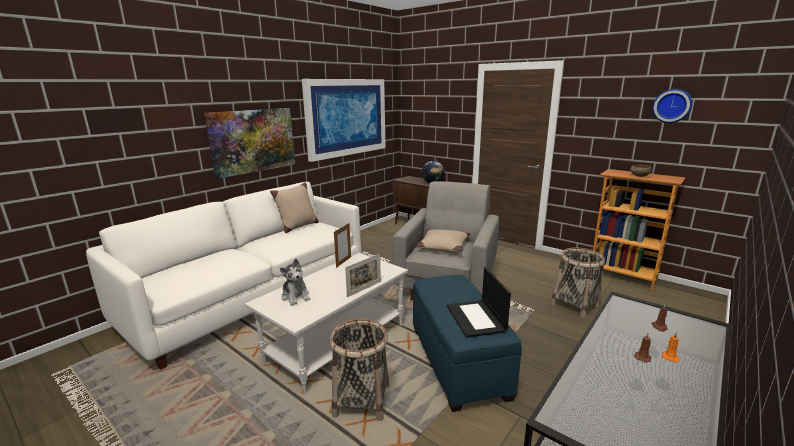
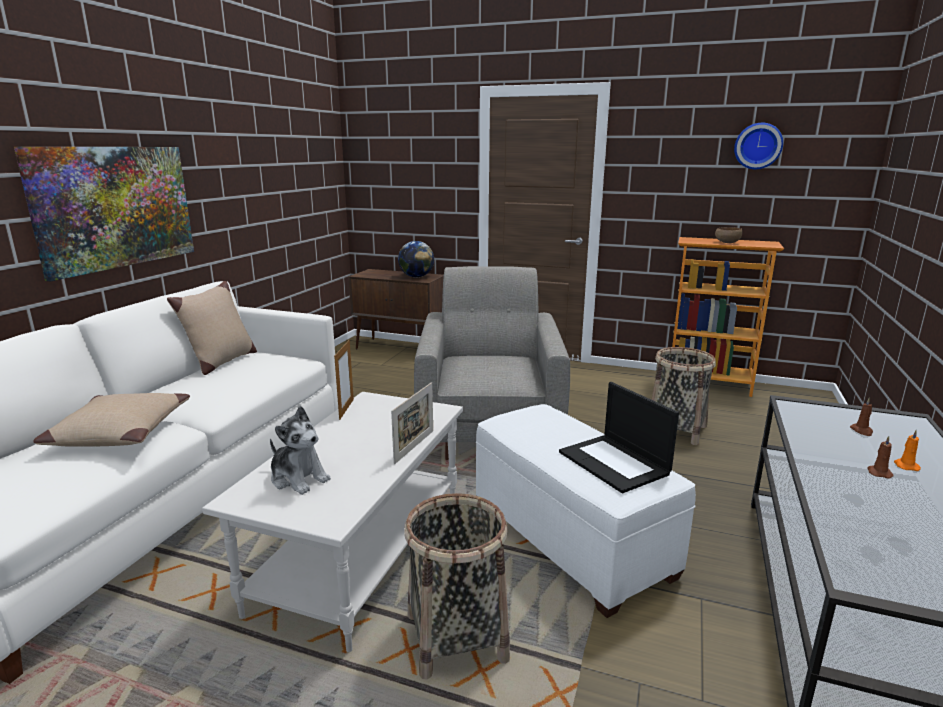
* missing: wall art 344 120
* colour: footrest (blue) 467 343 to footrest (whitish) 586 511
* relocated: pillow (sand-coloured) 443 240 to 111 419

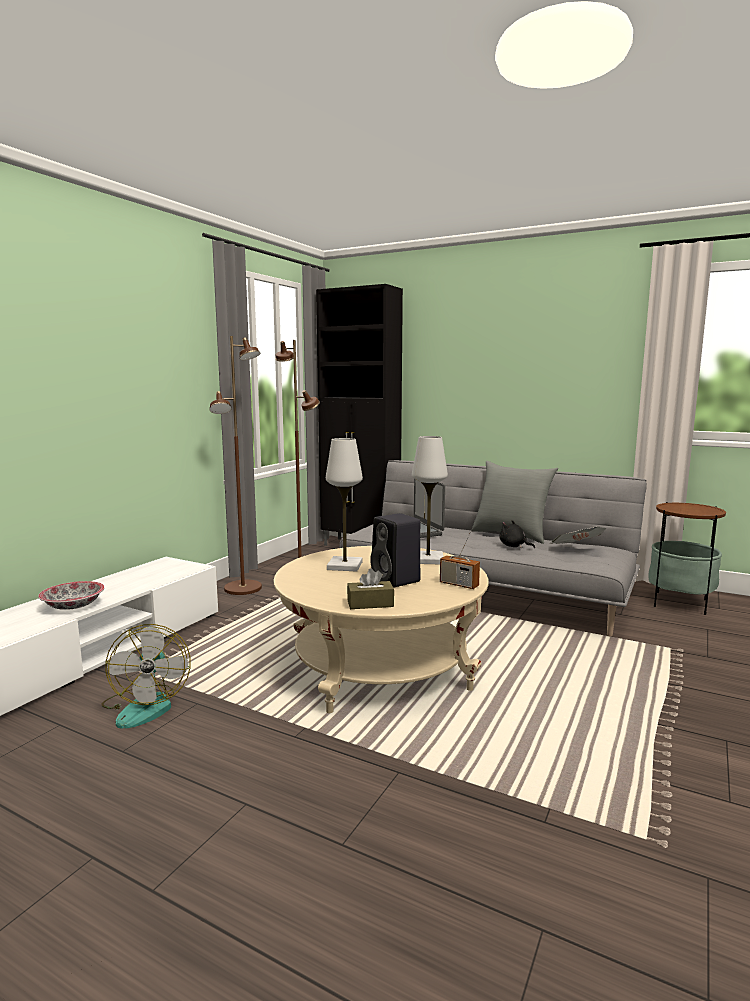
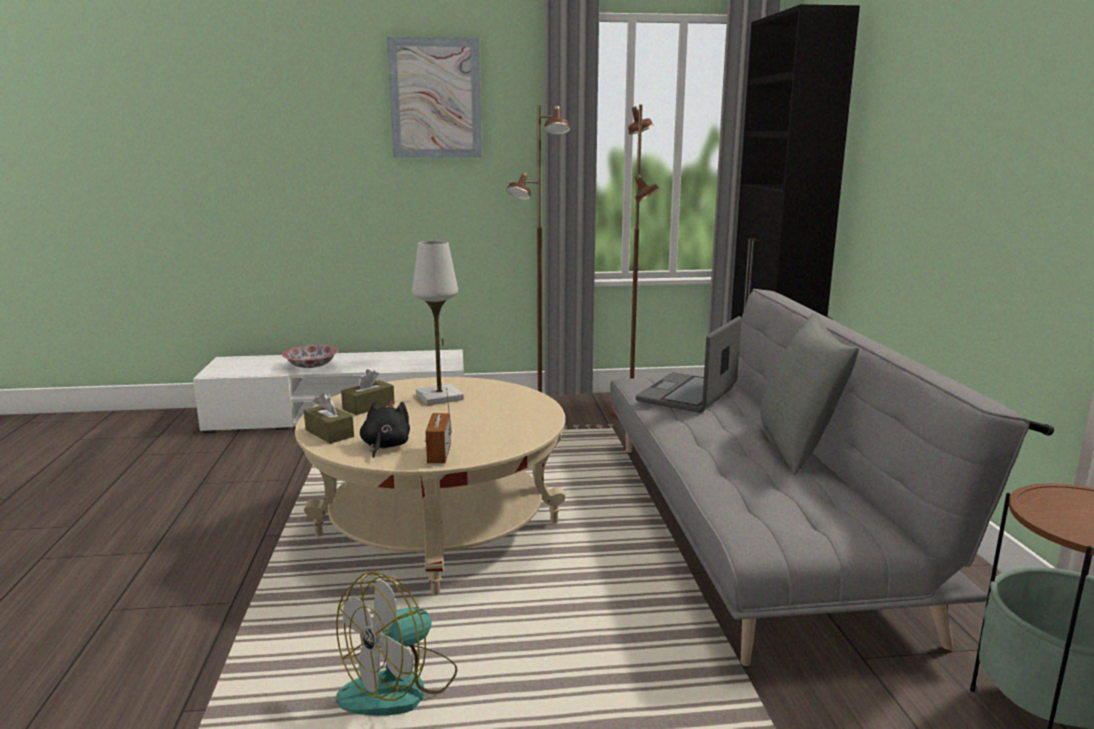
* relocated: electric fan 146 676 to 396 644
* missing: loudspeaker (black) 395 550
* missing: lamp for a table (whitish) 430 500
* relocated: cuddly toy (black) 517 534 to 385 429
* missing: printed paper 578 535
* appeared: tissue holder (brown) 368 392
* appeared: wall art 434 97

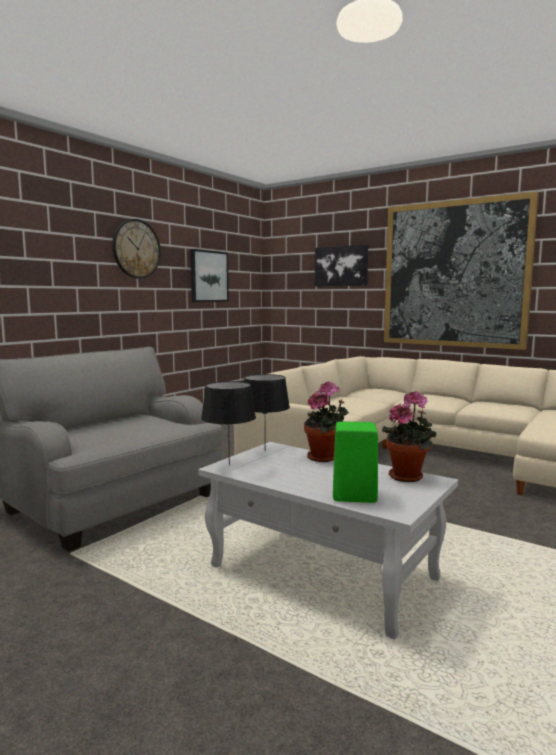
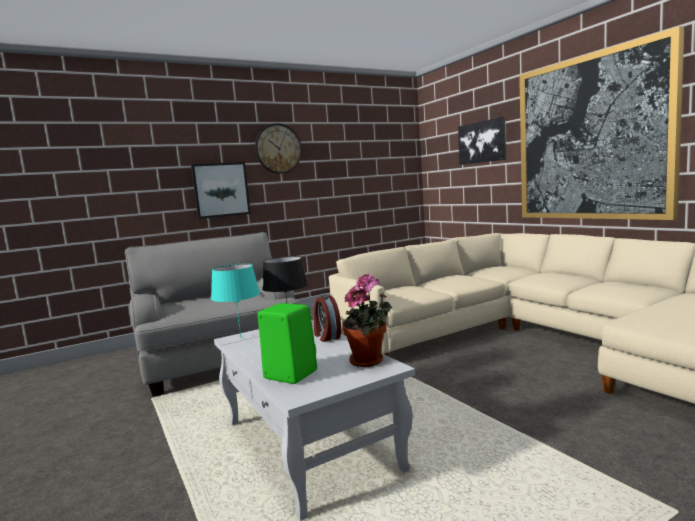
* relocated: wall art 209 275 to 221 190
* colour: lamp for a table (black) 228 423 to lamp for a table (turquoise-coloured) 235 301
* exchanged: potted plant 326 422 to table clock 327 318

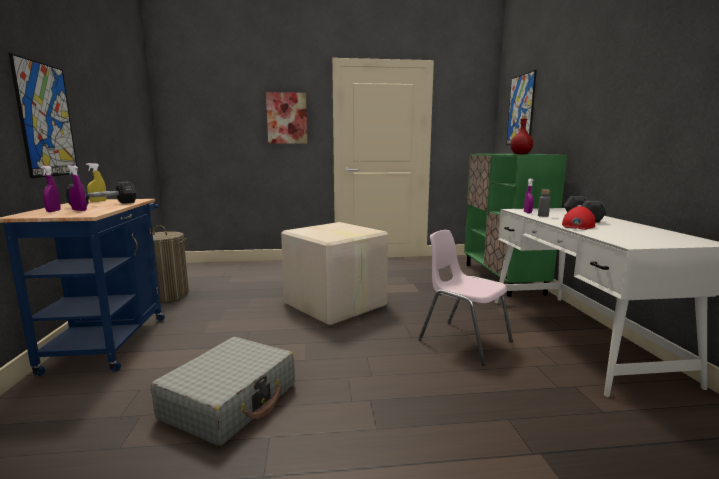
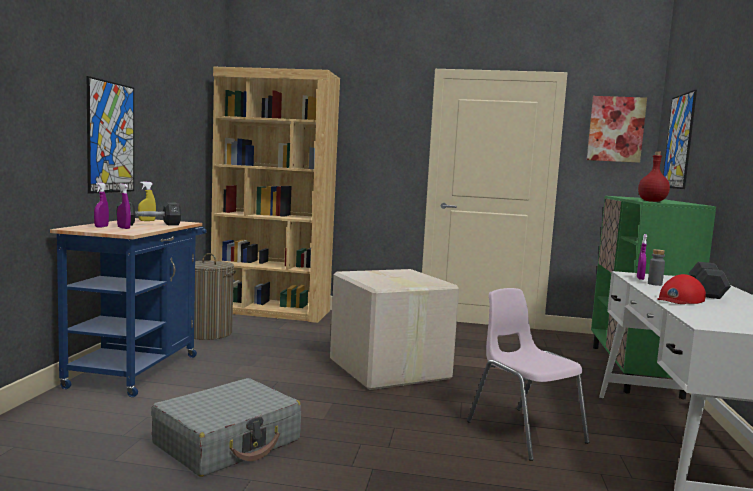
* relocated: wall art 286 118 to 617 129
* appeared: bookcase (brown) 275 195

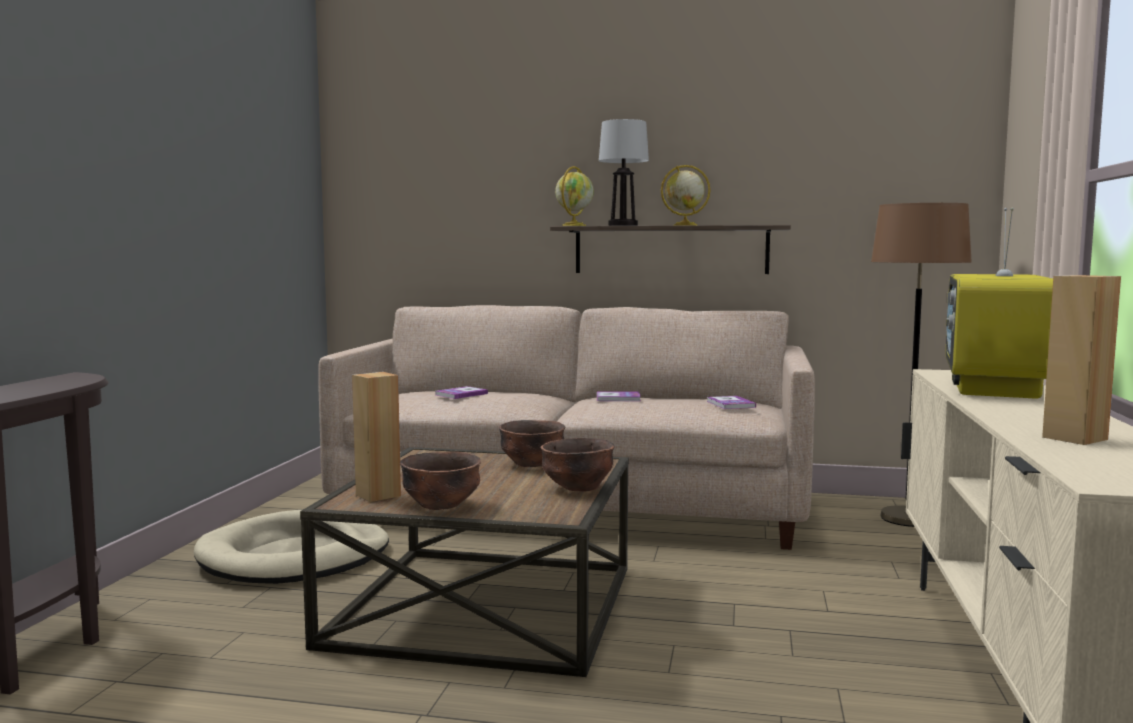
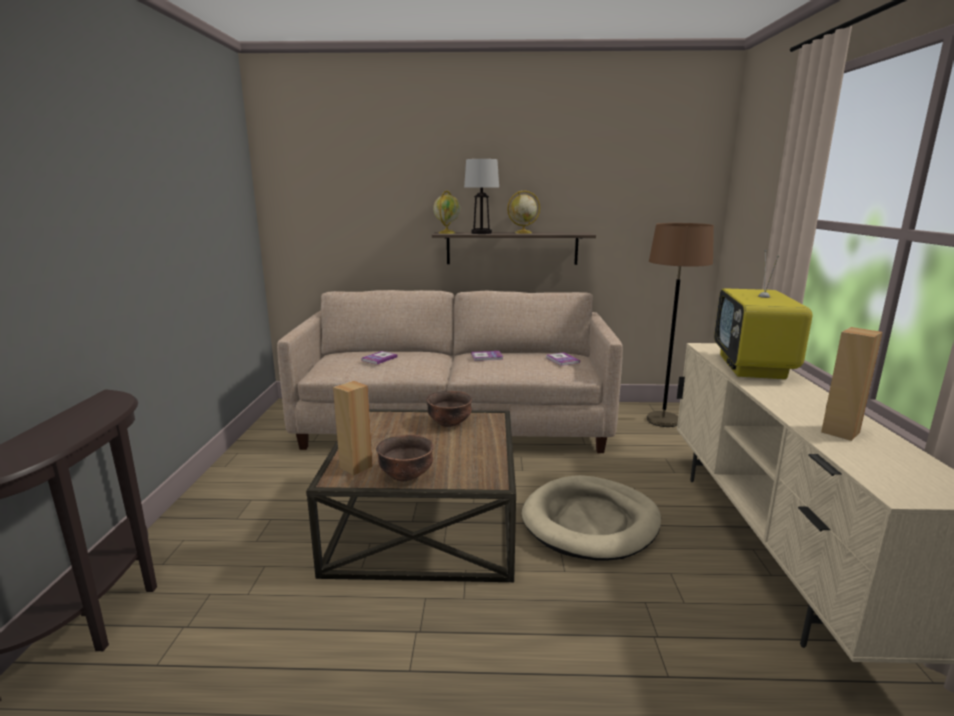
* relocated: dog bed (sand-coloured) 291 547 to 591 517
* missing: deep dish (brown) 578 464

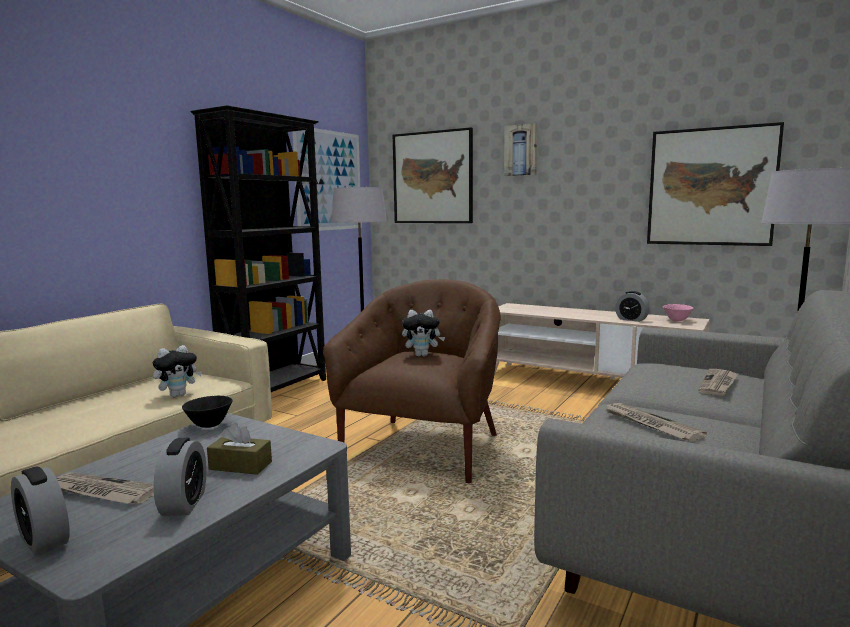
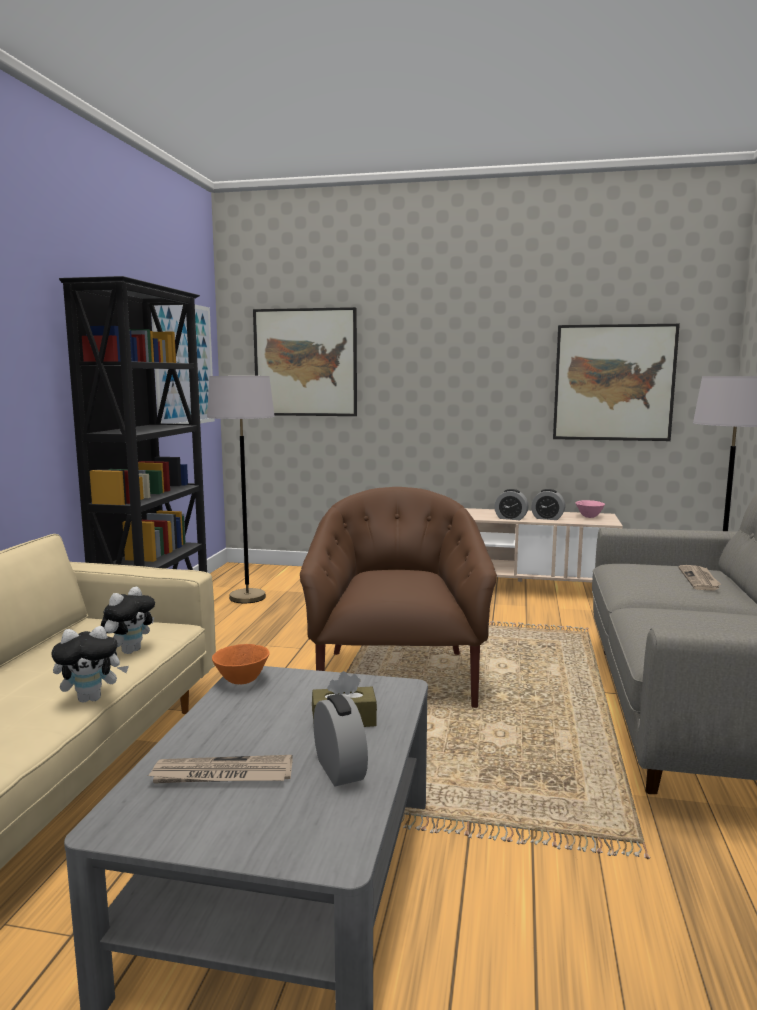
* relocated: table clock 40 511 to 511 504
* colour: deep dish (black) 207 412 to deep dish (orangey) 241 664
* relocated: cuddly toy 423 333 to 90 664
* missing: wall art 521 149
* missing: printed paper 655 422

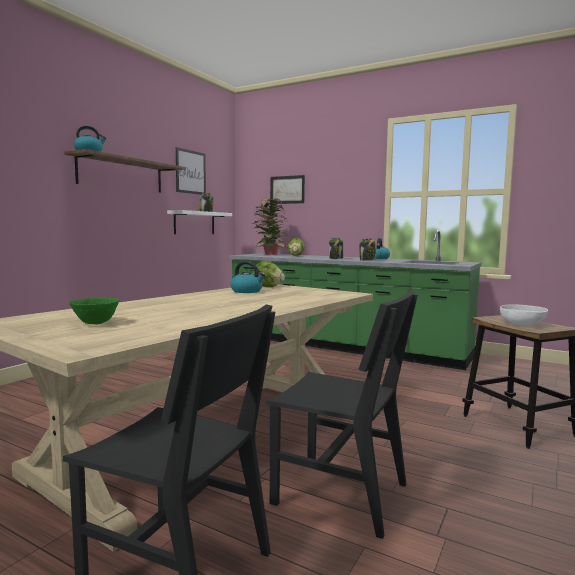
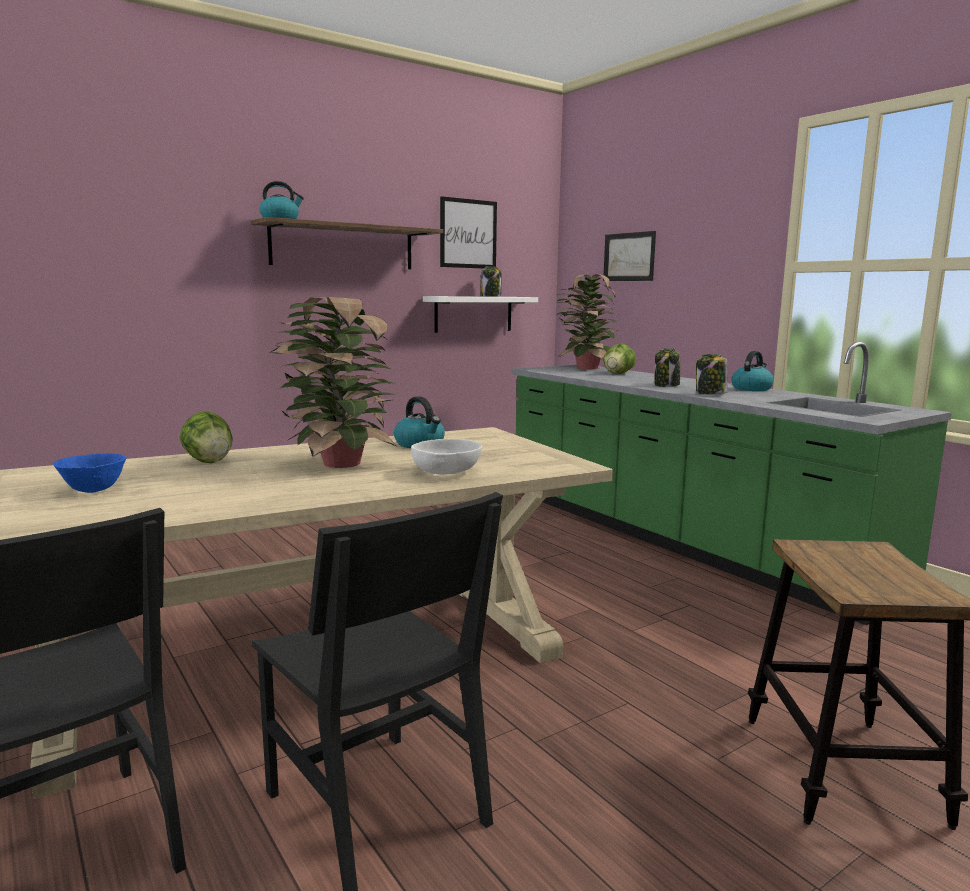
* colour: deep dish (greenish) 94 310 to deep dish (blue) 89 473
* relocated: lettuce head 269 274 to 206 437
* relocated: deep dish (whitish) 524 315 to 446 457
* appeared: potted plant 332 382

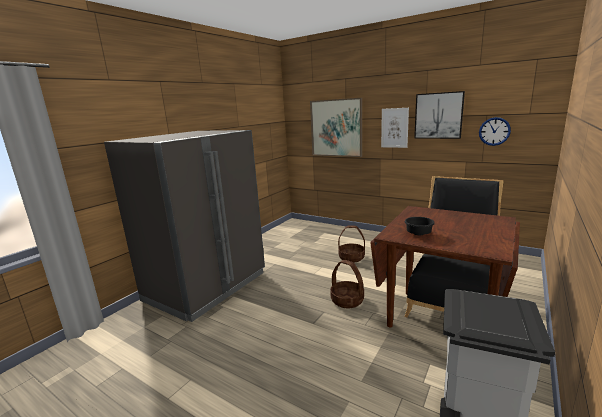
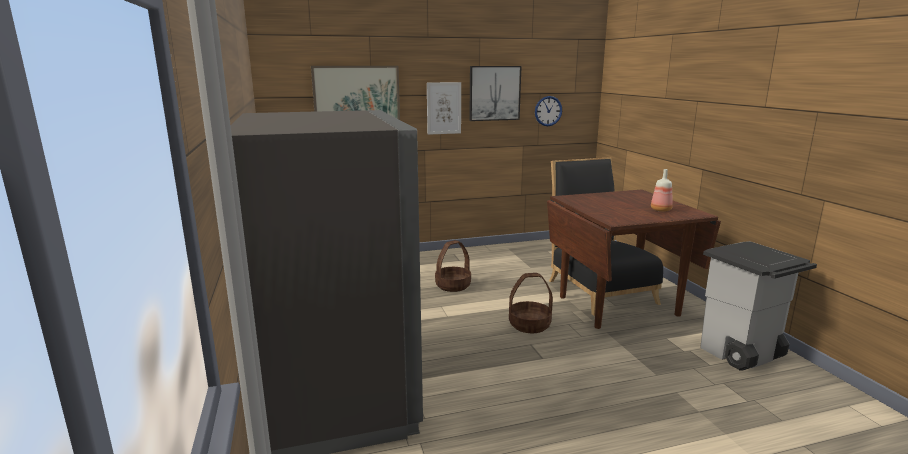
* missing: deep dish (black) 420 226
* appeared: beverage bottle 662 190

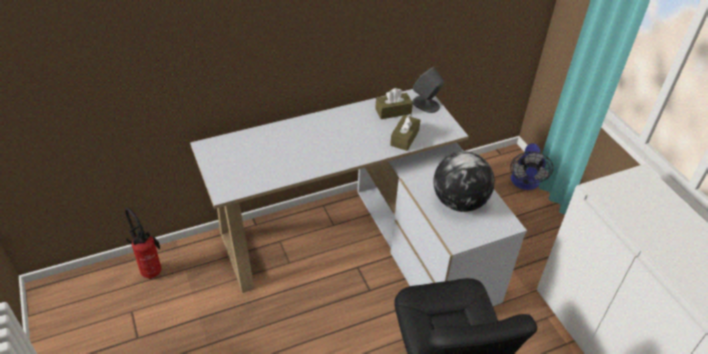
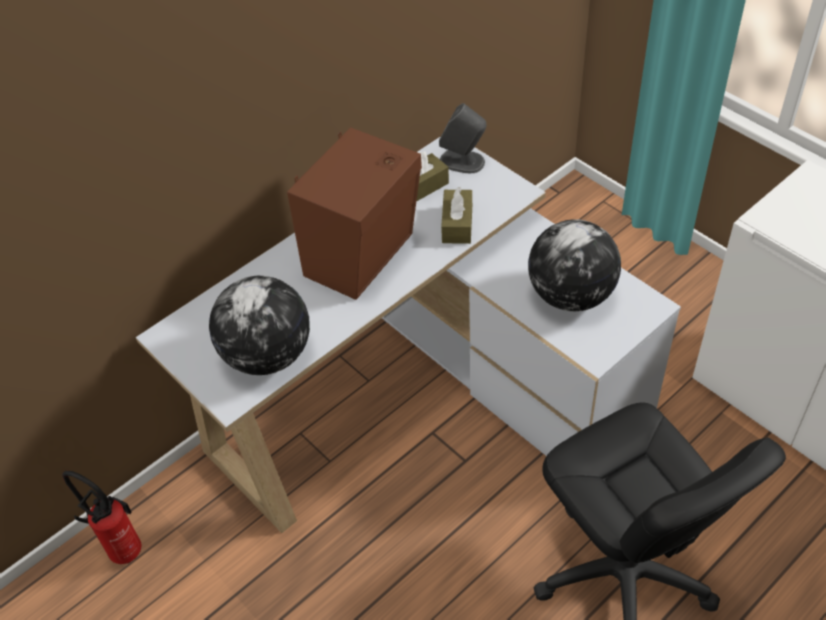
* missing: electric fan 532 166
* appeared: world globe 259 325
* appeared: loudspeaker (brown) 354 214

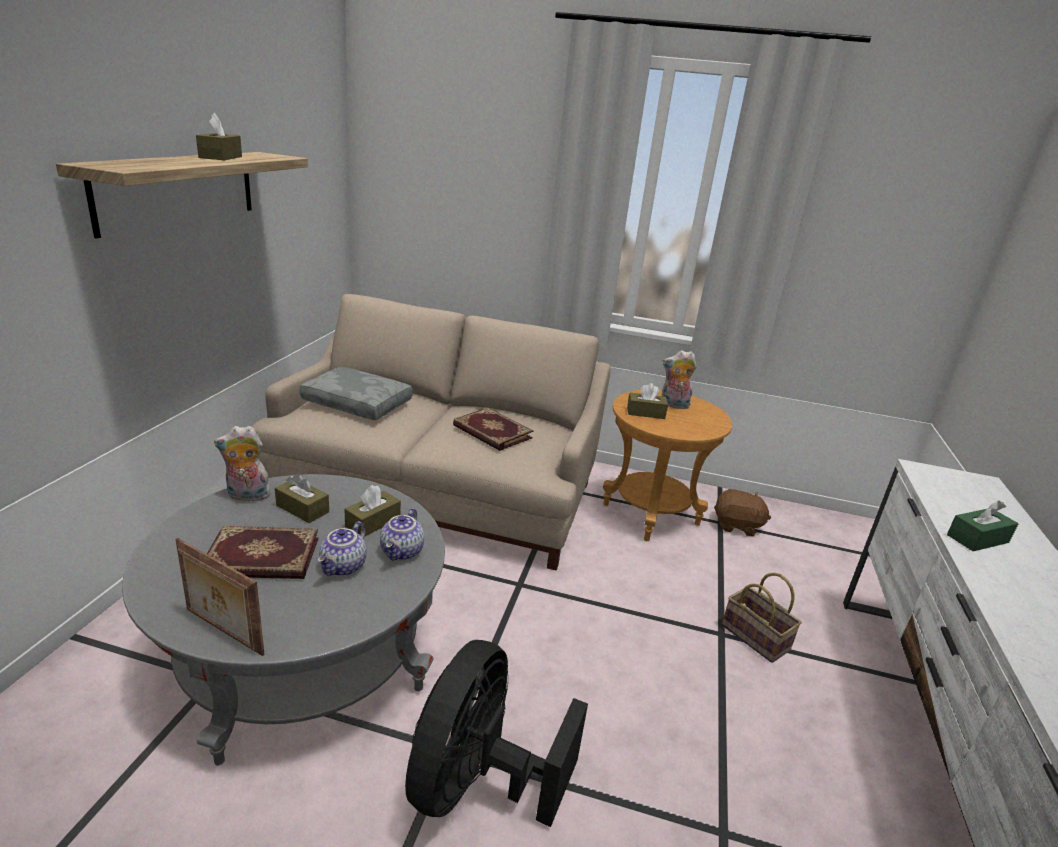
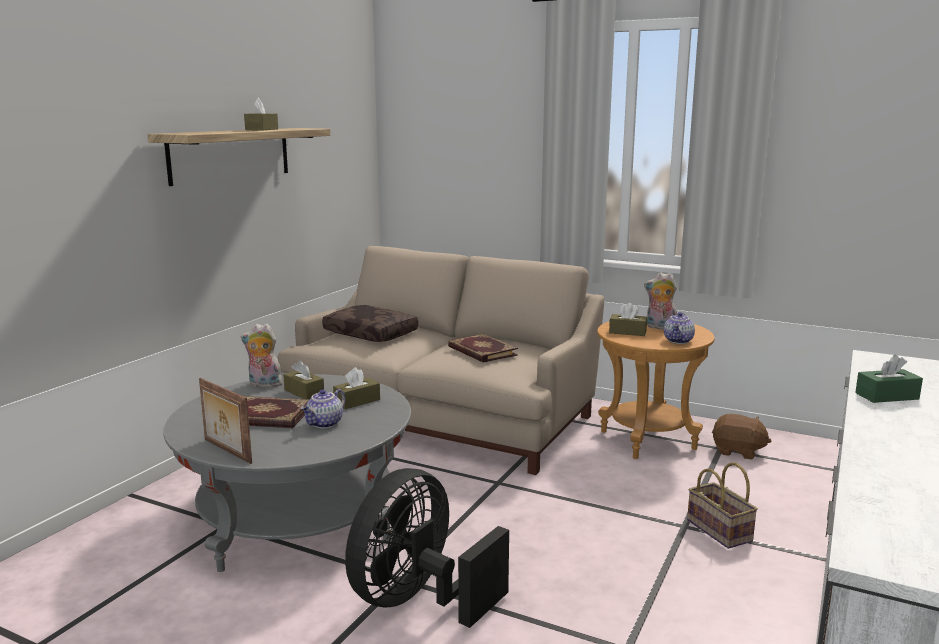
* colour: pillow (greyish) 356 393 to pillow (brown) 370 323
* relocated: teapot 402 534 to 679 328

